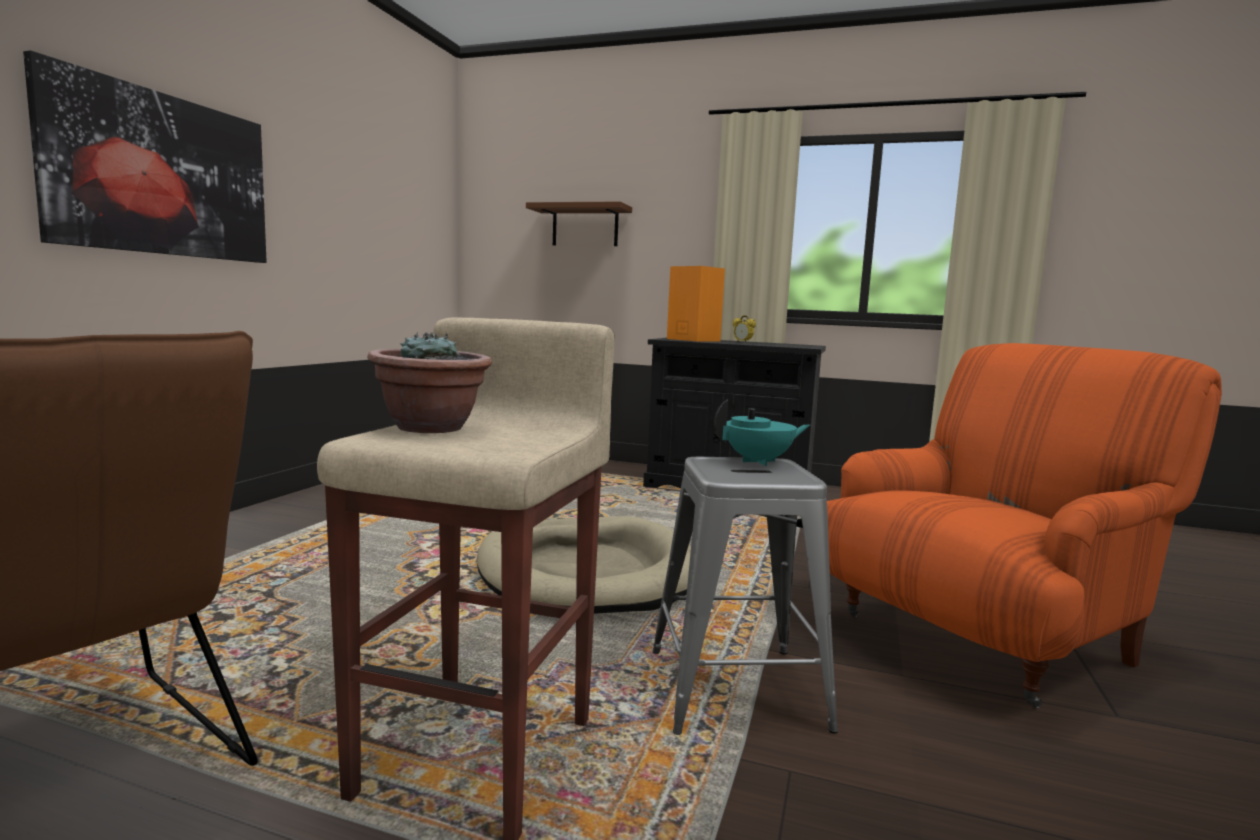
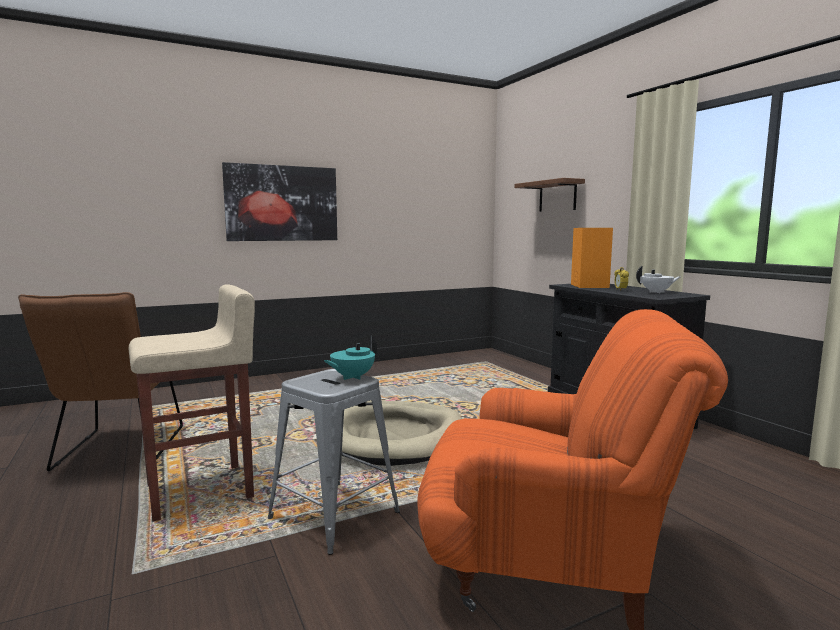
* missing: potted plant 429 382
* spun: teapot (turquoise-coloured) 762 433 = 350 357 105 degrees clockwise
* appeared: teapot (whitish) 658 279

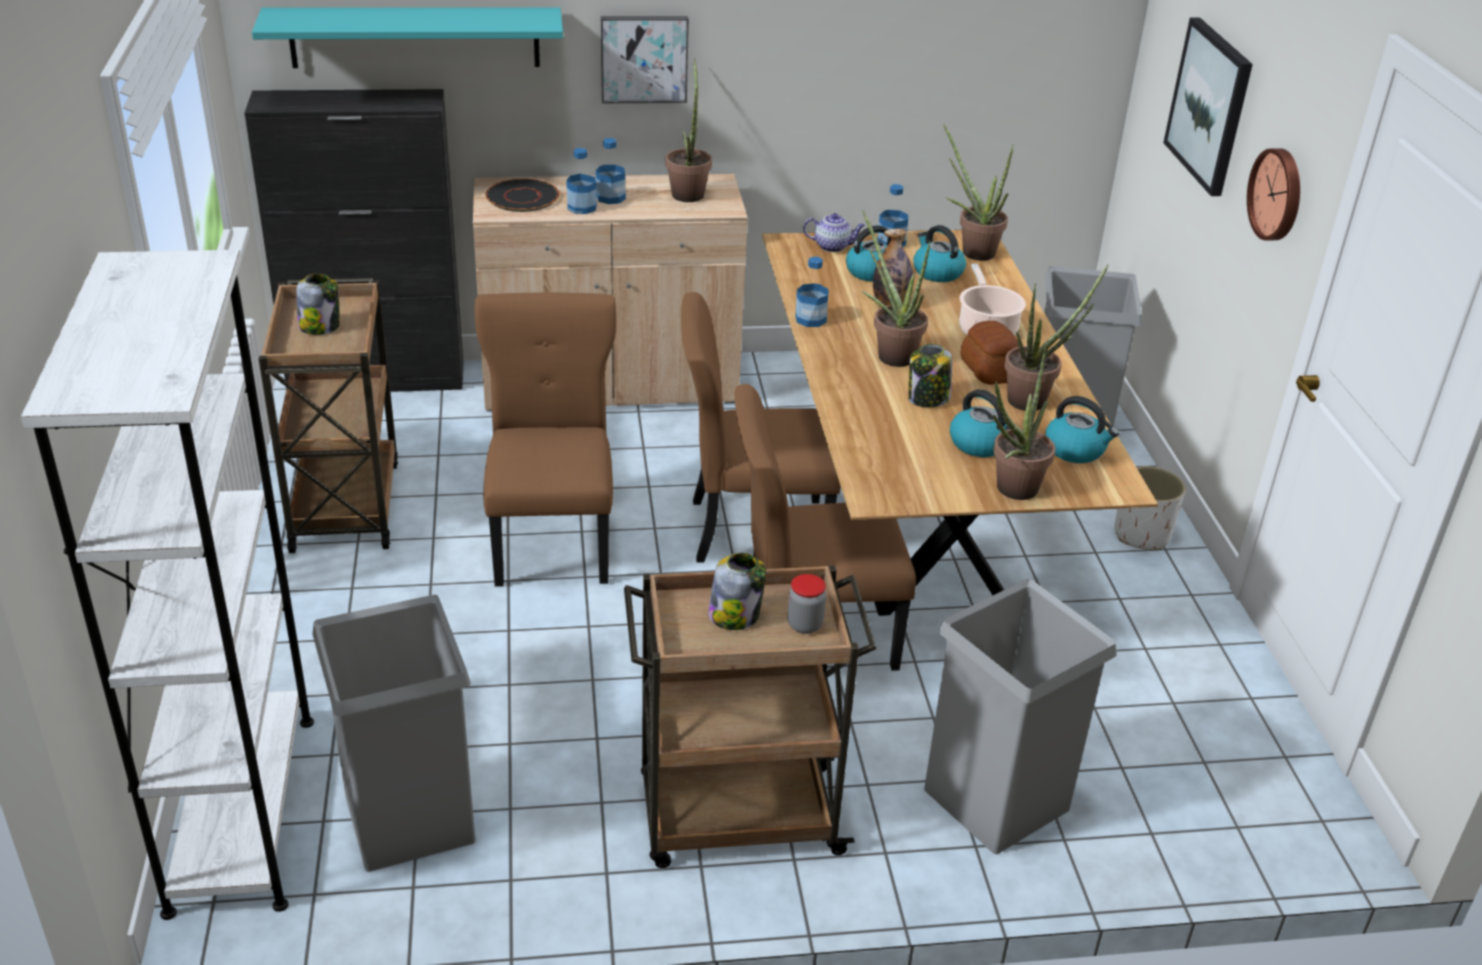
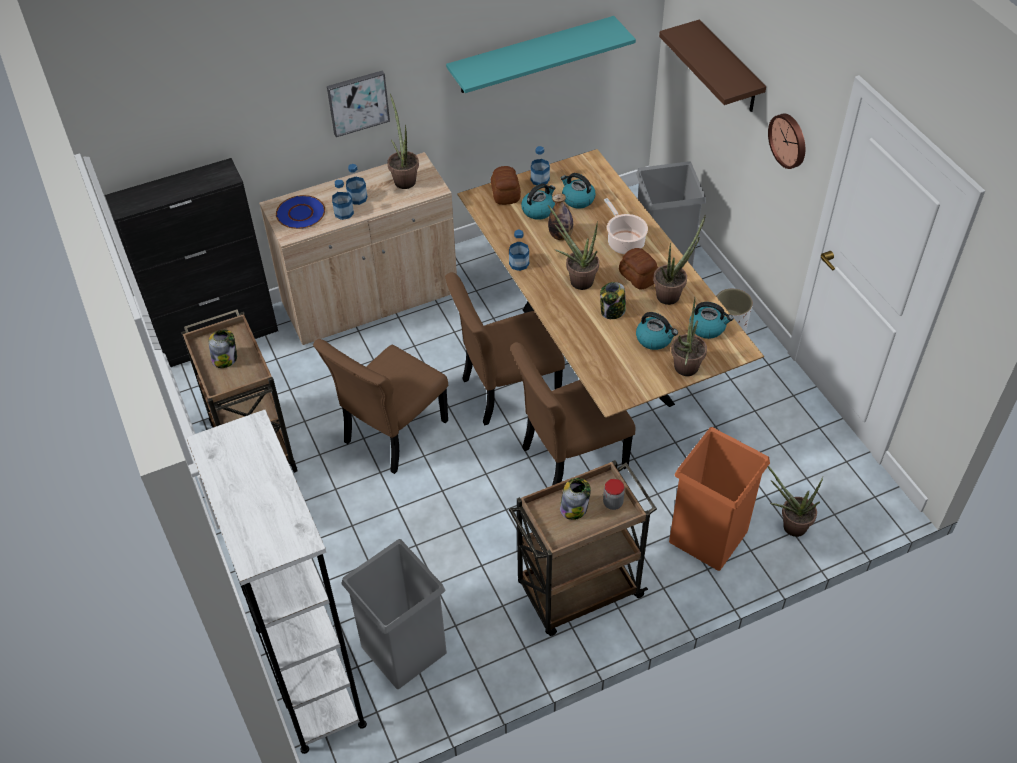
* relocated: wall shelf (turquoise-coloured) 407 37 to 541 54
* spun: upright chair (brown) 545 439 = 380 406 120 degrees counterclockwise
* colour: flat dish (black) 522 195 to flat dish (blue) 300 212
* exchanged: teapot 834 232 to baked bread 506 185
* colour: trash can (greyish) 1020 716 to trash can (orangey) 719 499
* relocated: potted plant 978 192 to 795 501
* exchanged: wall art 1208 106 to wall shelf (brown) 712 66

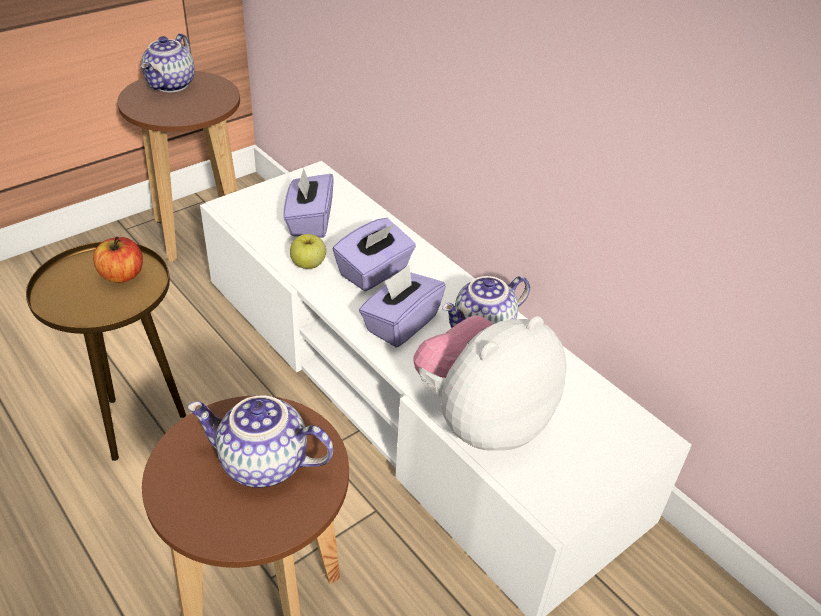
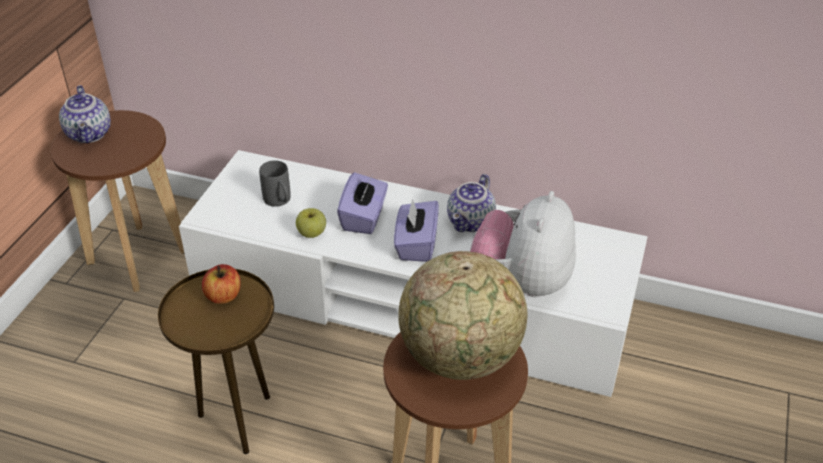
* exchanged: teapot 260 441 to world globe 462 315
* exchanged: tissue holder (purple-coloured) 308 203 to tea mug (greyish) 275 183

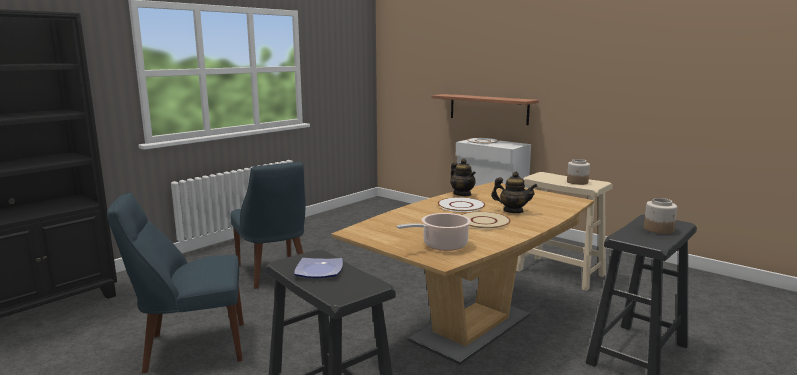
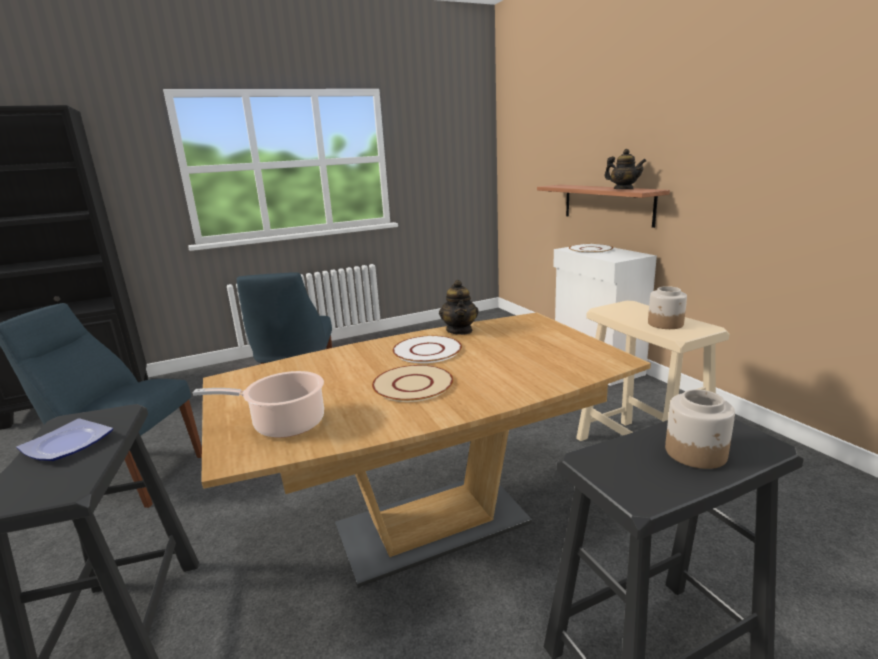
* relocated: teapot 514 192 to 625 169

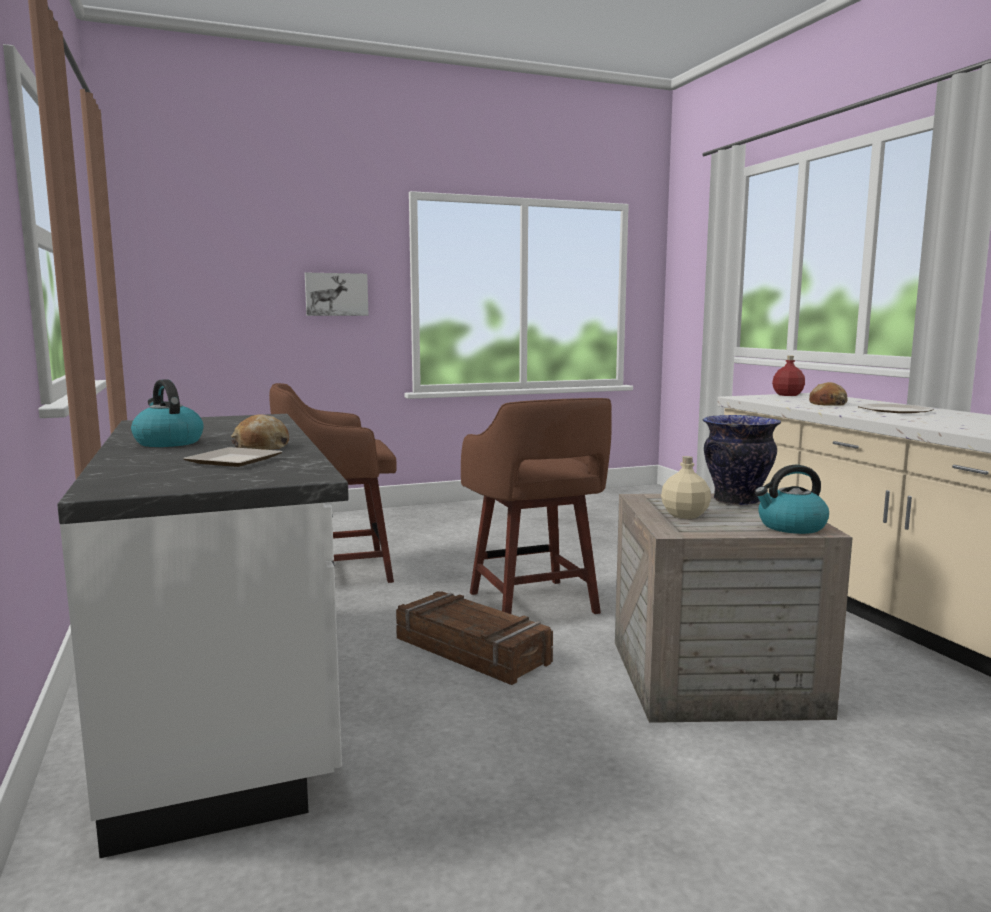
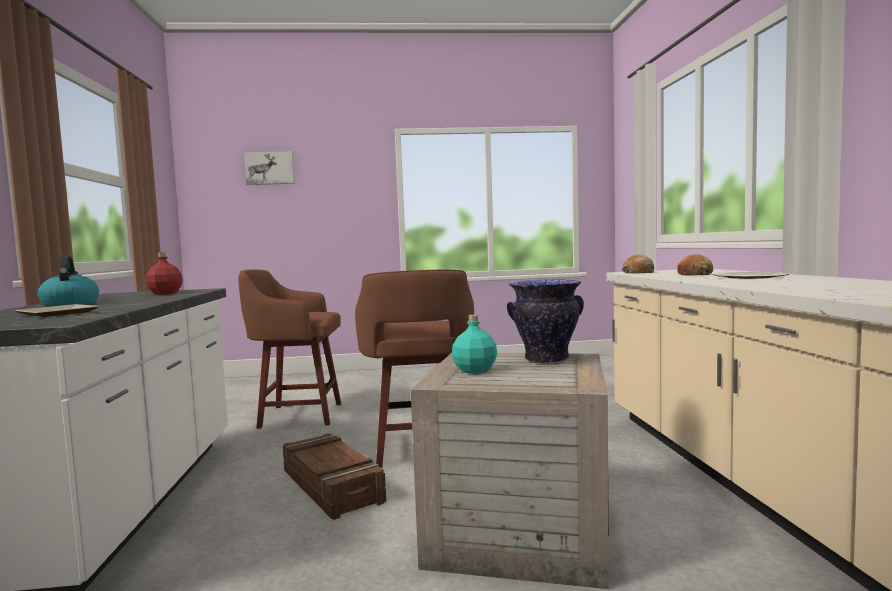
* relocated: baked bread 260 432 to 638 264
* relocated: wall art 337 294 to 269 168
* colour: beverage bottle (sand-coloured) 686 487 to beverage bottle (turquoise-coloured) 474 344
* missing: water kettle 792 499
* relocated: beverage bottle (reddish) 788 376 to 164 273

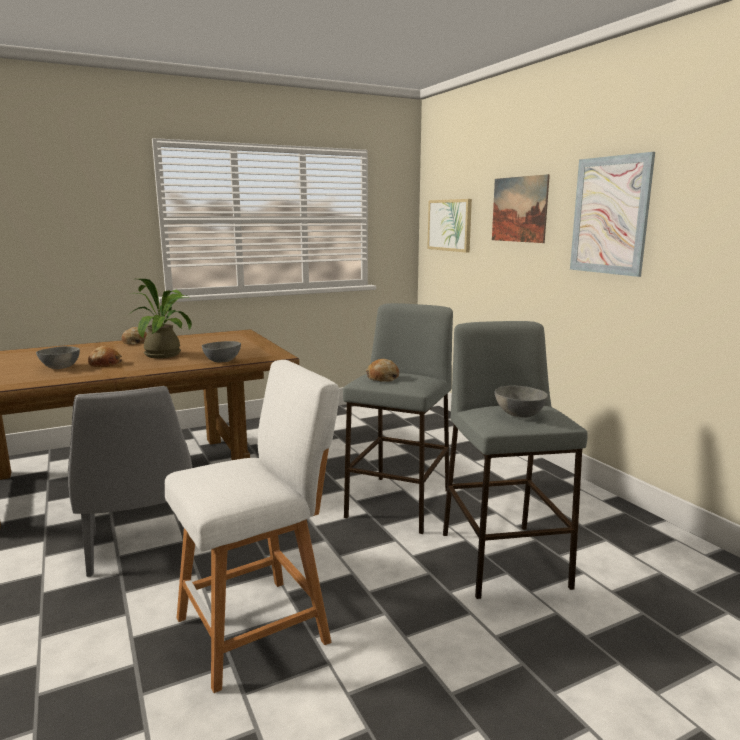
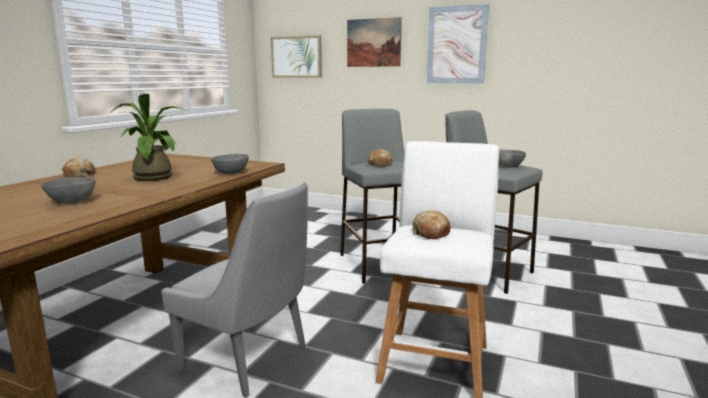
* relocated: baked bread 105 356 to 432 225

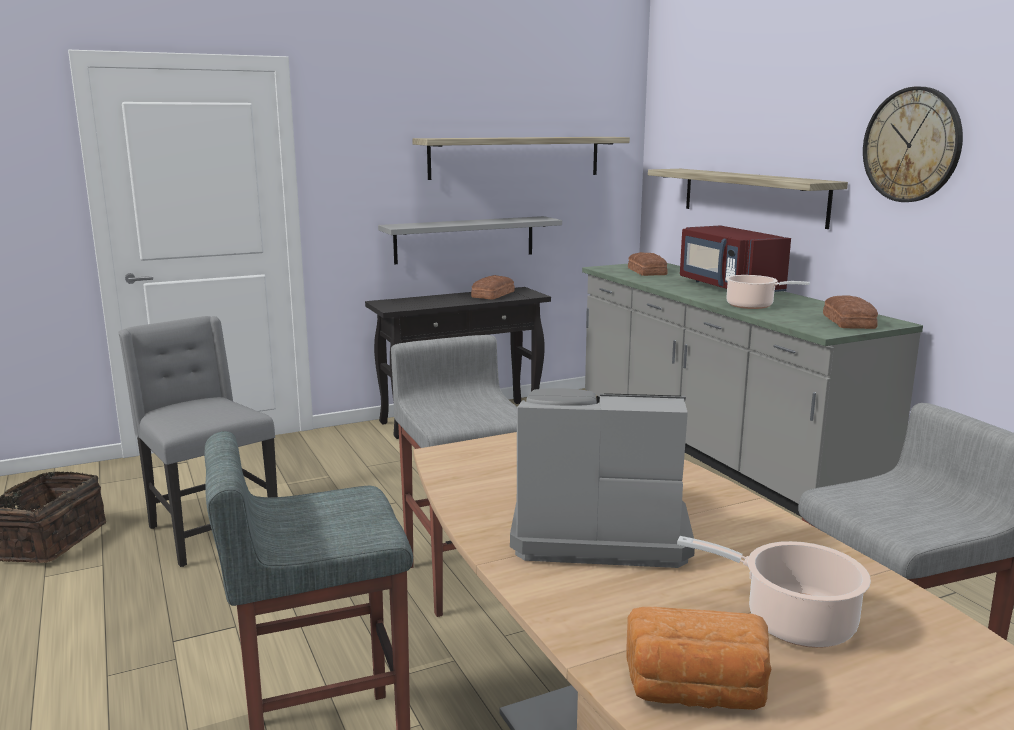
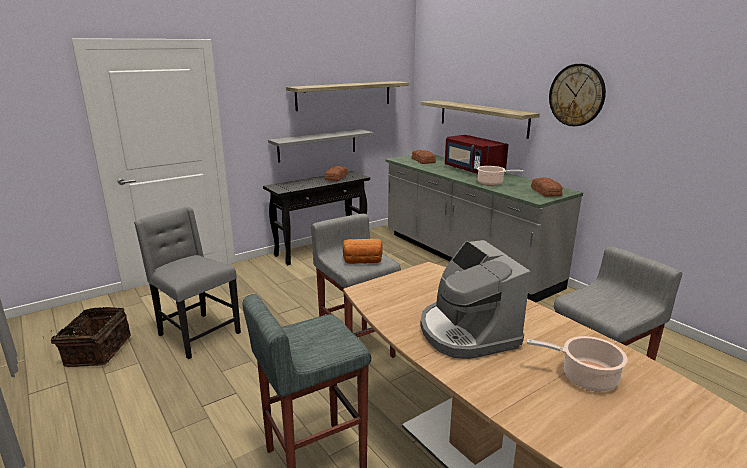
* spun: coffee maker 602 478 = 475 299 105 degrees counterclockwise
* relocated: baked bread 698 658 to 363 251

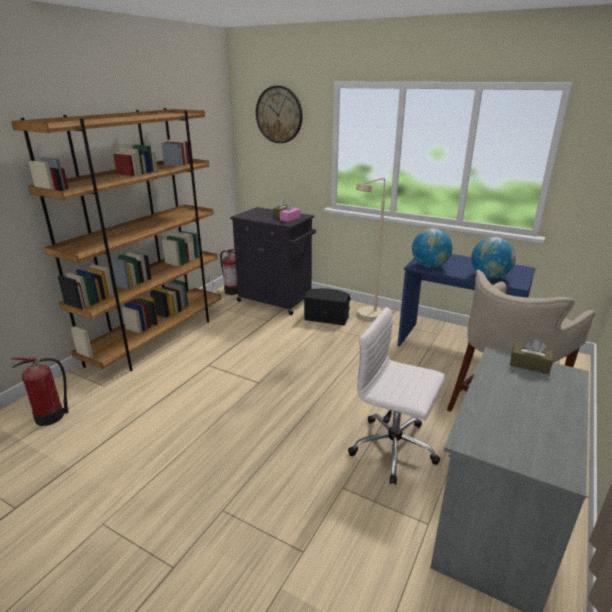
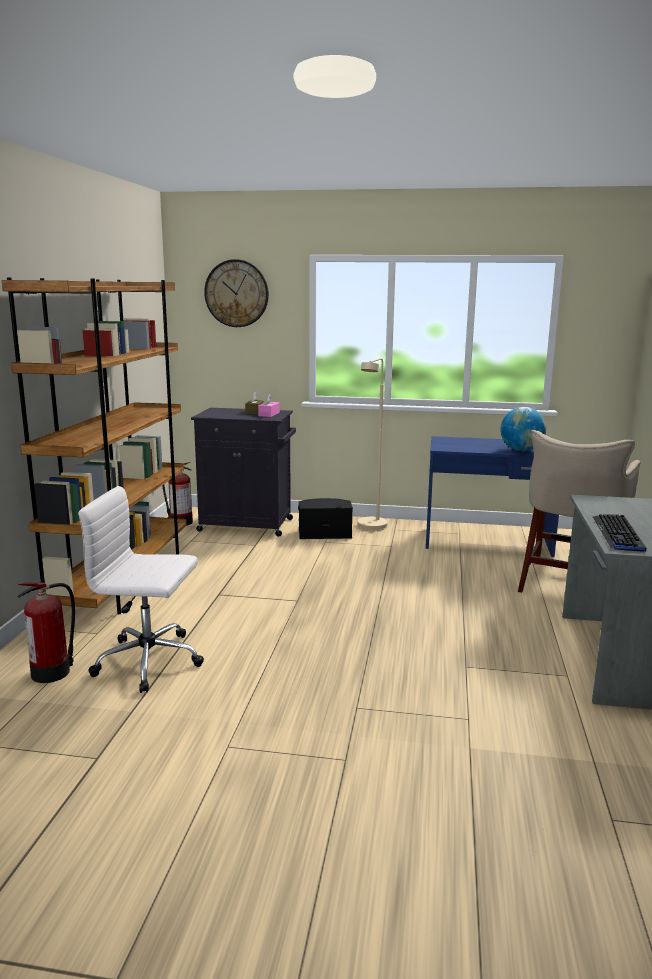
* relocated: office chair (whitish) 396 396 to 141 589
* missing: world globe 432 248
* missing: tissue holder (brown) 531 356
* appeared: computer keyboard 620 533

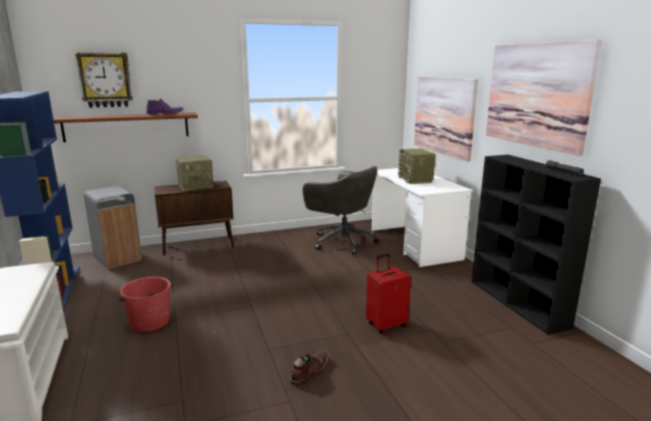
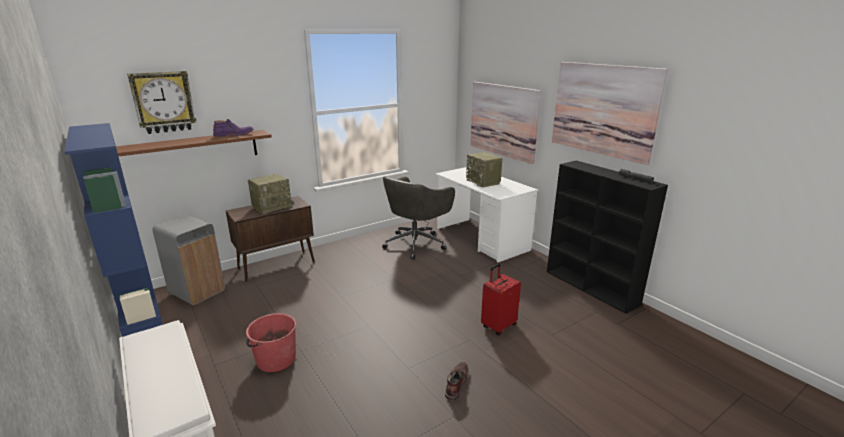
* spun: office chair (greyish) 341 210 = 418 217 105 degrees clockwise

